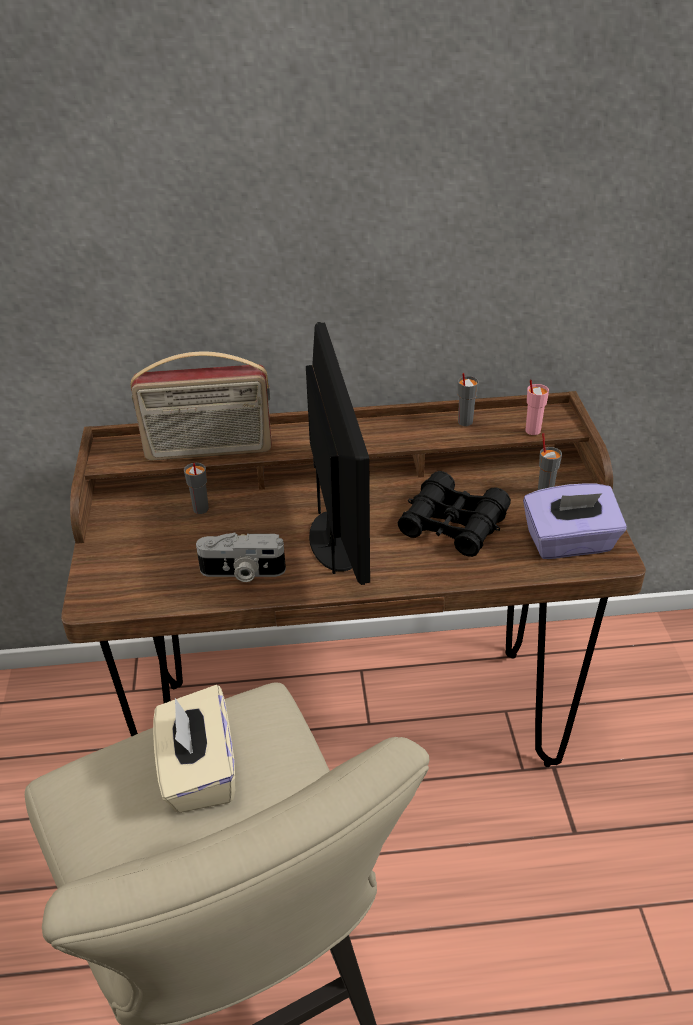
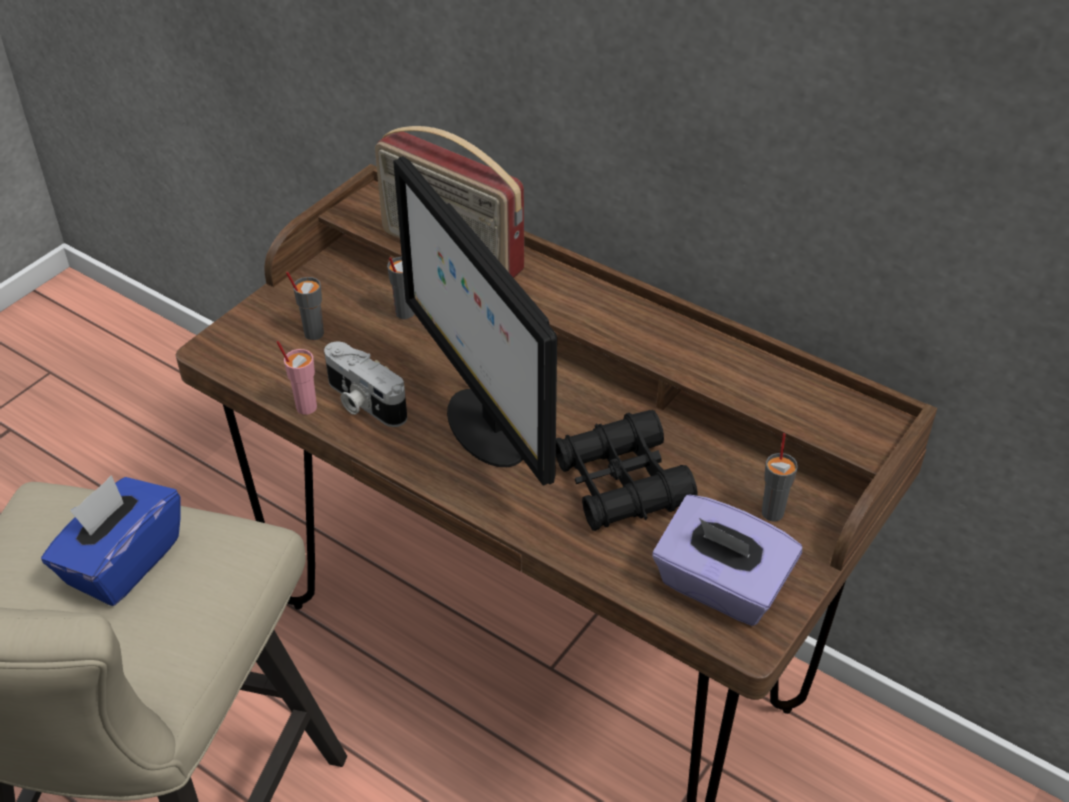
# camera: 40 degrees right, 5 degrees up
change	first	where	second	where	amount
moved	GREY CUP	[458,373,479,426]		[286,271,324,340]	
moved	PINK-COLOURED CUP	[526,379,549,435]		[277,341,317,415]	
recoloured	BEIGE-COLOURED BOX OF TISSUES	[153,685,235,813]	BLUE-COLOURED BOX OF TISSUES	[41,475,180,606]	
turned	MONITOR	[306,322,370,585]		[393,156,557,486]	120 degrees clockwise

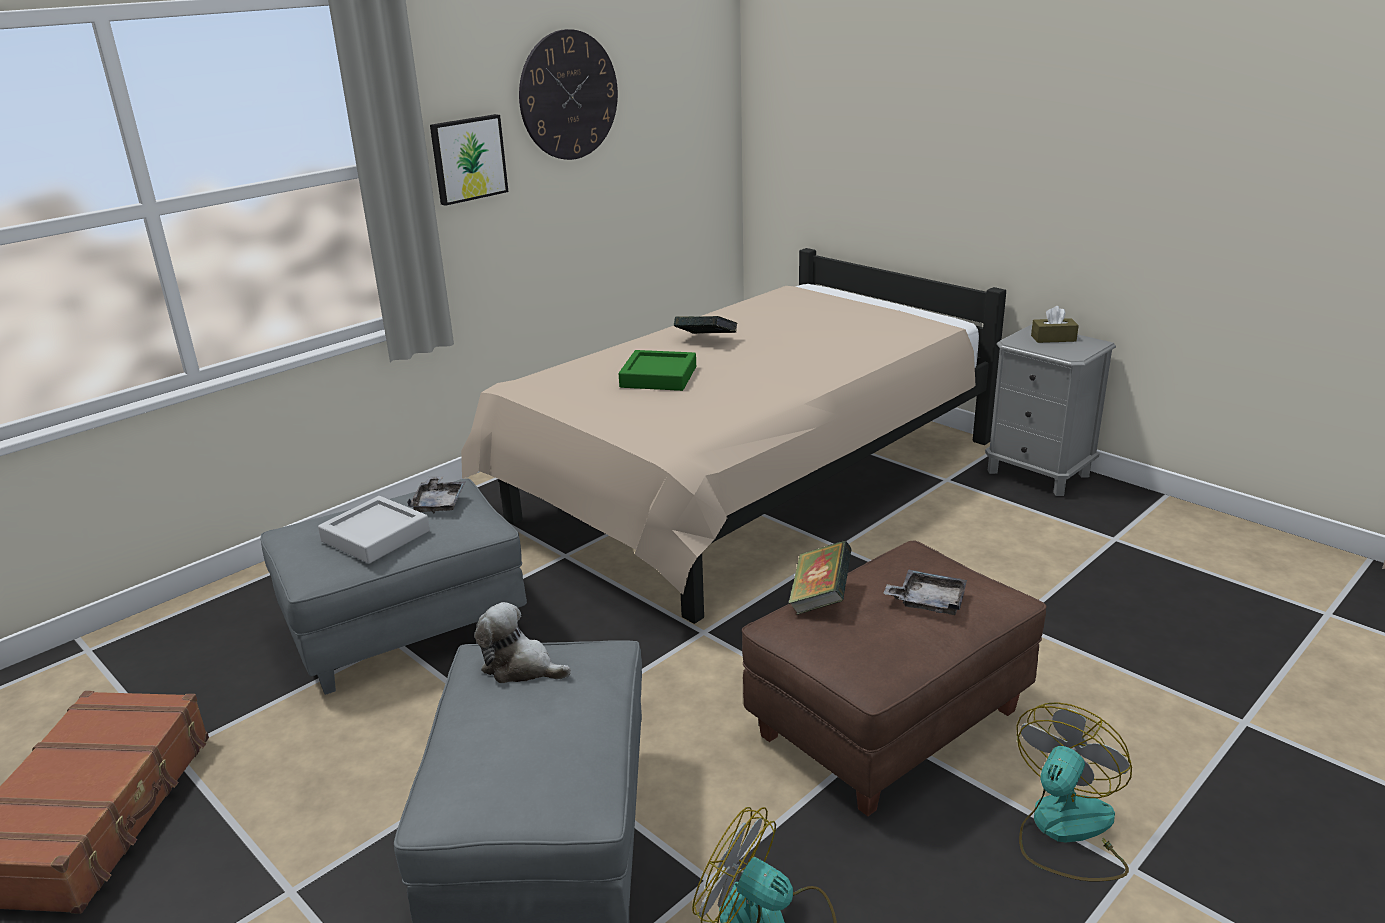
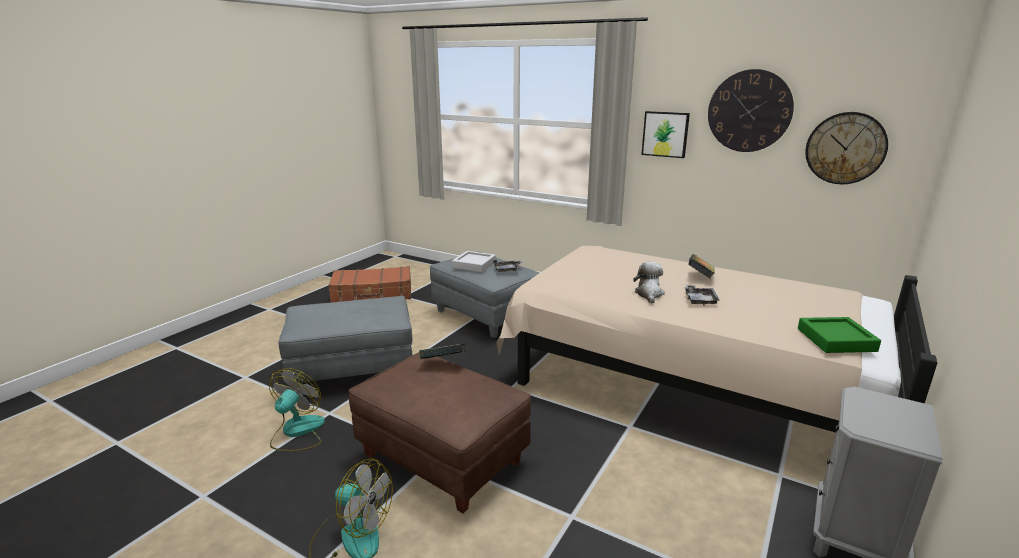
# camera: 75 degrees right, 5 degrees down
change	first	where	second	where	amount
removed	BROWNISH BOX OF TISSUES	[1031,306,1079,343]			
added			CLOCK ON THE WALL	[805,112,888,184]	
moved	SOFT TOY	[474,602,571,683]		[633,262,665,304]	
moved	GREENISH SERVING TRAY	[619,350,696,391]		[798,317,881,353]	
moved	GREY SERVING TRAY	[883,569,967,615]		[684,285,720,305]	

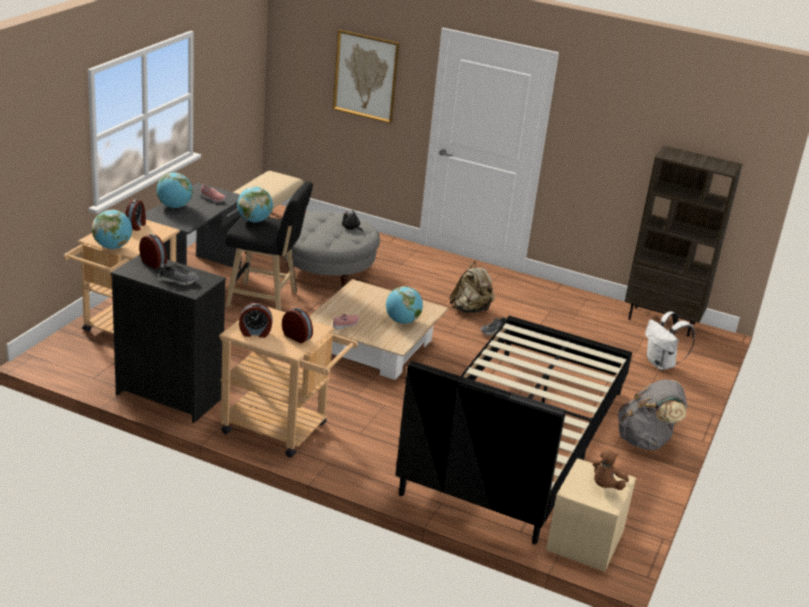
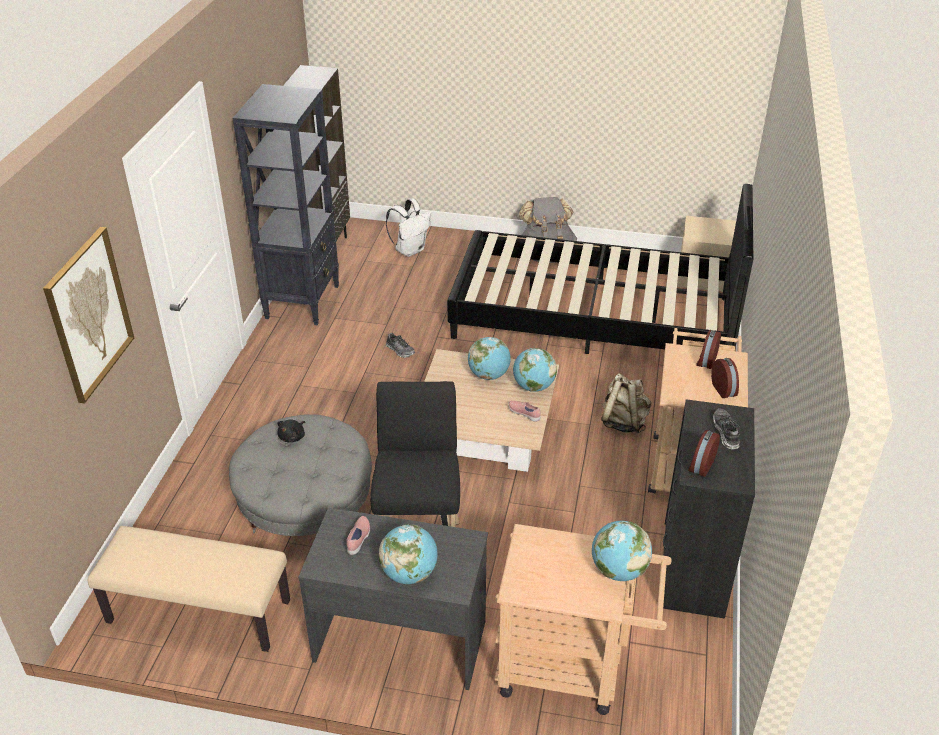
# camera: 100 degrees left, 10 degrees up
change	first	where	second	where	amount
removed	ALARM CLOCK	[125,199,146,231]			
removed	BROWNISH SOFT TOY	[592,450,629,490]			
added			BLACKISH BOOKCASE	[233,84,339,325]	
moved	DESK GLOBE	[237,186,273,223]		[513,348,557,392]	
moved	BEIGE-COLOURED KNAPSACK	[450,262,495,313]		[601,373,651,433]	

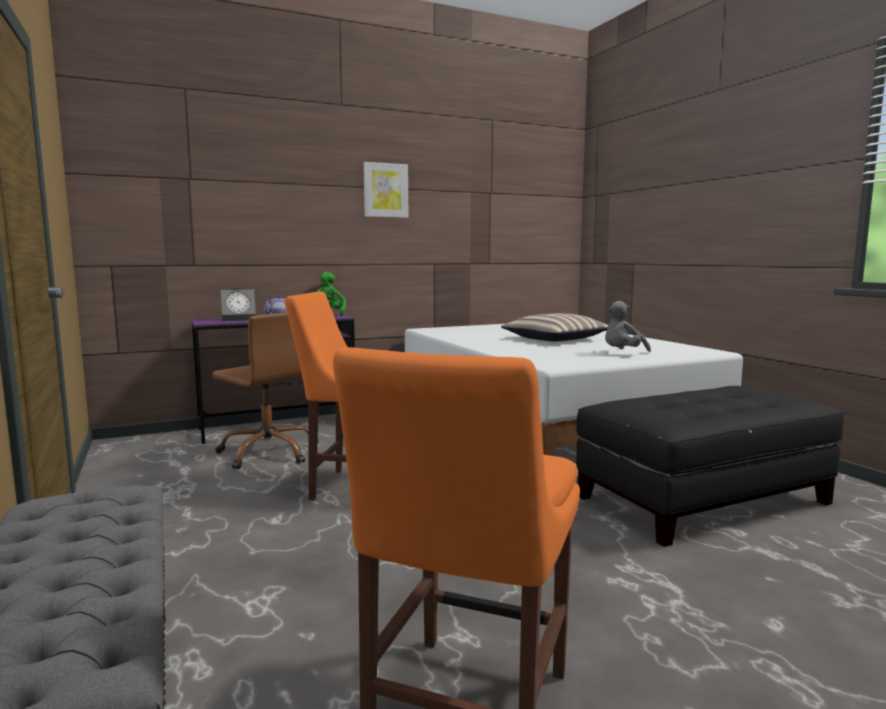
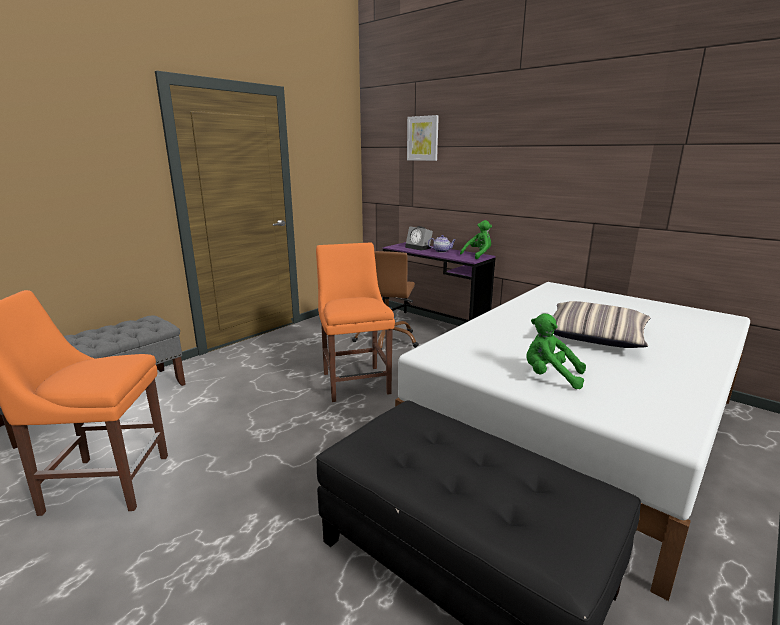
# camera: 65 degrees right, 10 degrees up
change	first	where	second	where	amount
moved	WALL PICTURE	[363,162,408,218]		[407,115,439,161]	
recoloured	GREY SOFT TOY	[605,301,651,352]	GREENISH SOFT TOY	[526,314,586,389]	

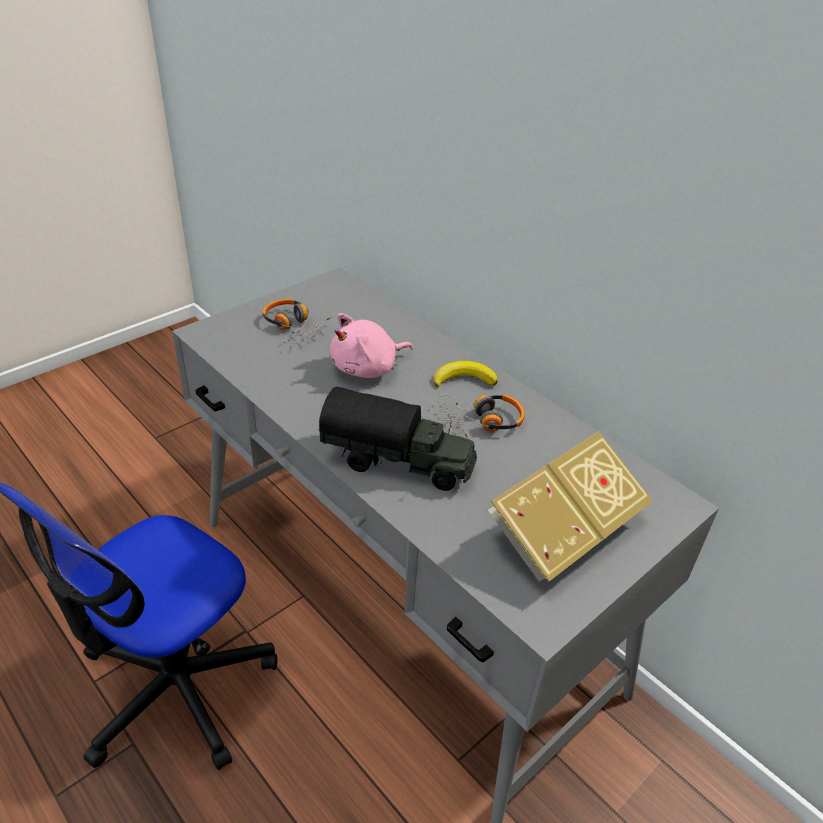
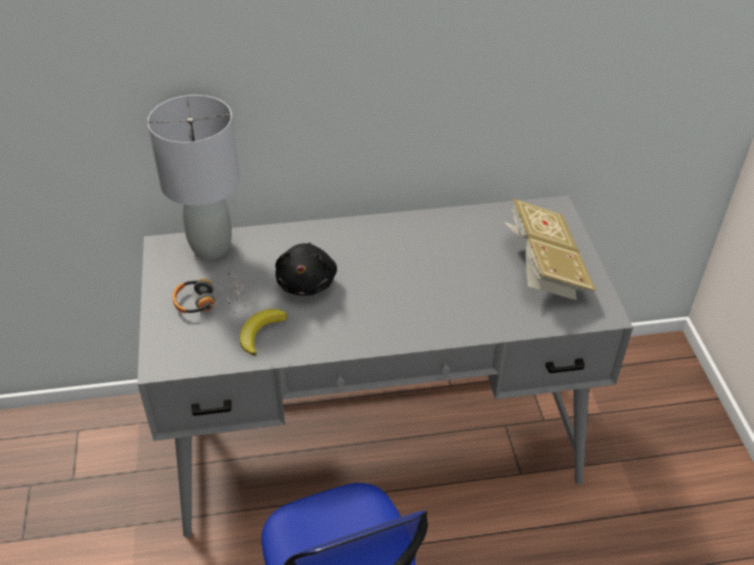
# camera: 55 degrees left, 5 degrees up
change	first	where	second	where	amount
removed	TOY TRUCK	[318,387,477,491]			
removed	HEADSET	[437,395,525,439]			
added			GREY LAMP FOR A TABLE	[147,95,240,259]	
moved	BANANA FRUIT	[434,361,498,388]		[240,309,287,356]	
recoloured	PINK-COLOURED SOFT TOY	[330,313,413,378]	BLACKISH SOFT TOY	[275,243,337,296]	

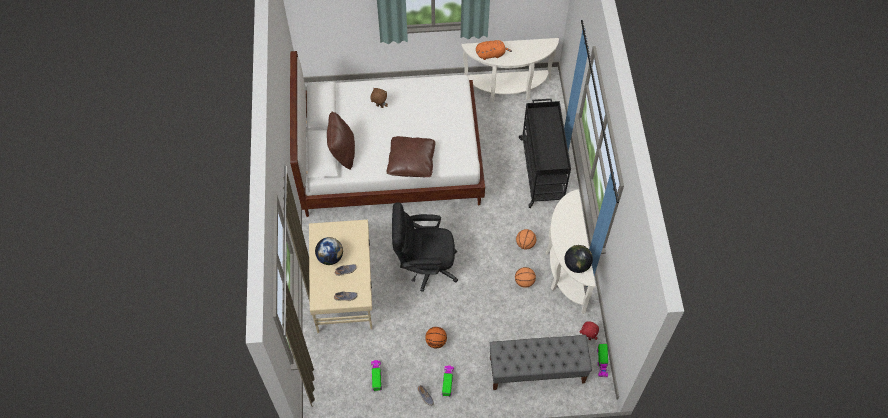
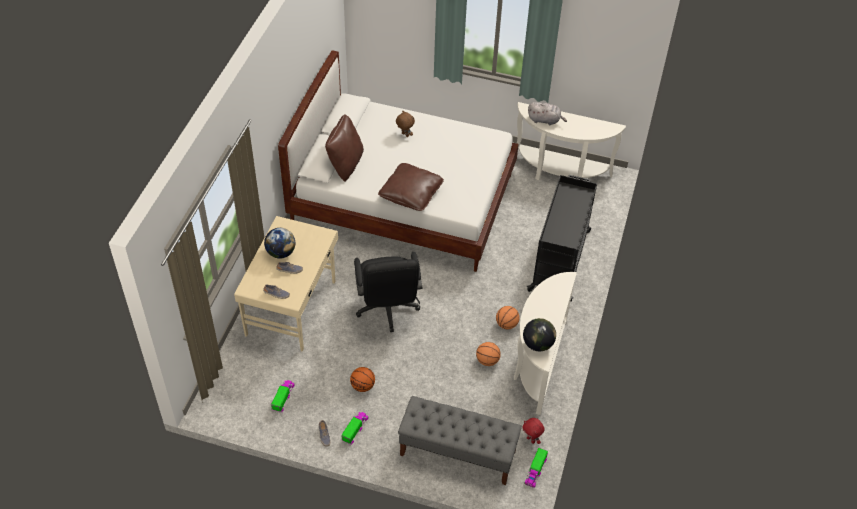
# camera: 20 degrees right, 10 degrees down
change	first	where	second	where	amount
recoloured	ORANGE-COLOURED SOFT TOY	[476,40,512,60]	GREY SOFT TOY	[528,102,567,125]	
turned	BLACKISH COMPUTER CHAIR	[392,202,458,292]		[354,252,422,332]	120 degrees counterclockwise

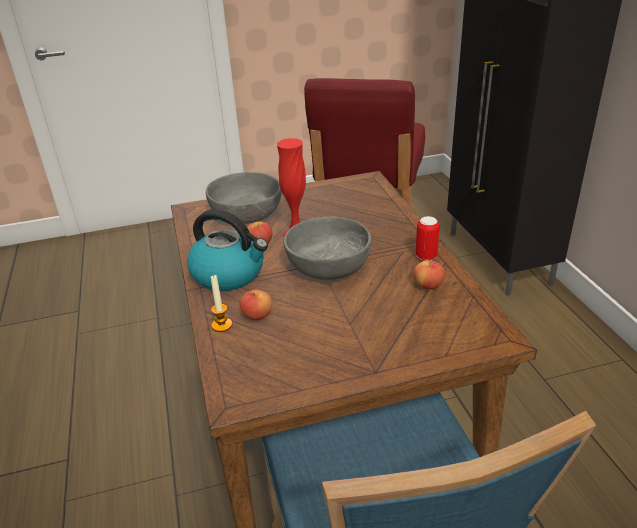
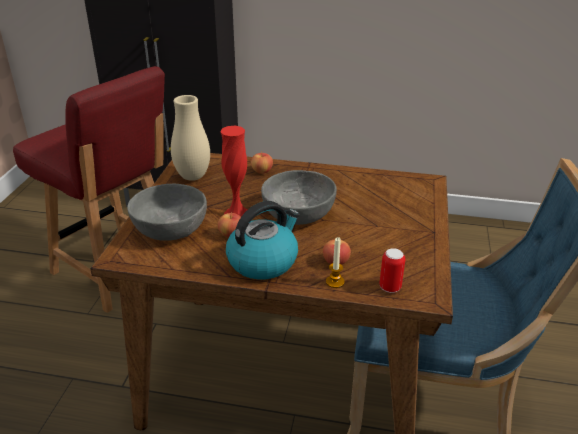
# camera: 65 degrees left, 0 degrees up
change	first	where	second	where	amount
added			BEIGE-COLOURED FLOWER VASE	[171,95,210,181]	
moved	APPLE FRUIT	[414,260,445,289]		[251,151,273,174]	
moved	SEALED CAN	[416,216,440,261]		[379,248,405,293]	

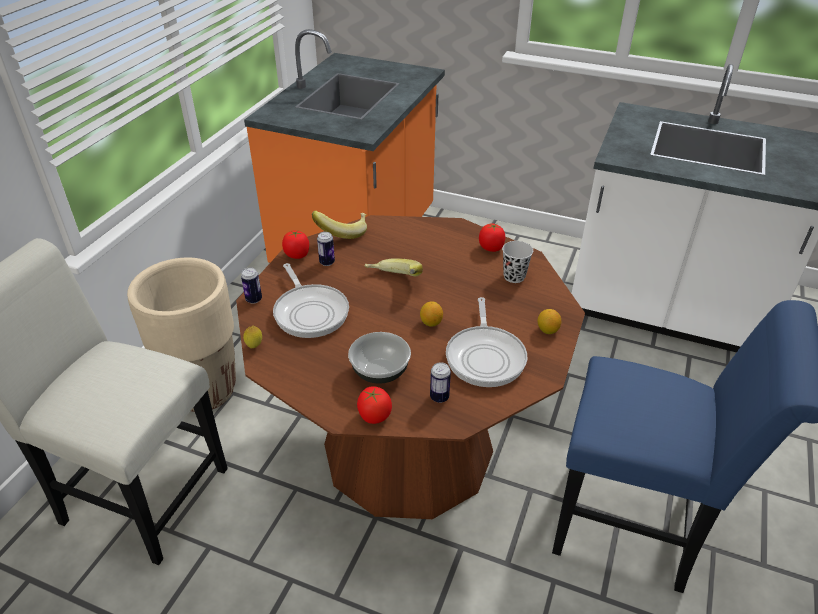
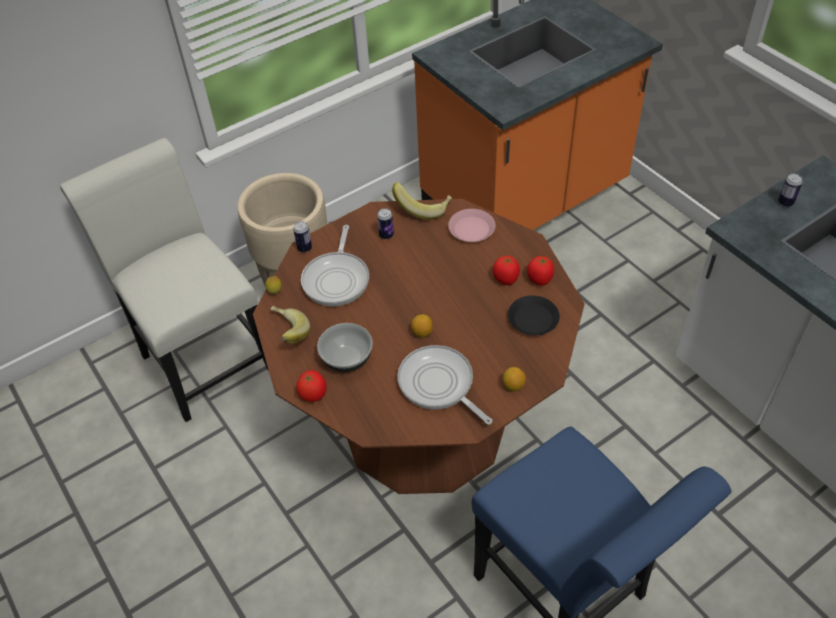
# camera: 35 degrees right, 10 degrees up
change	first	where	second	where	amount
added			PINK-COLOURED PLATE	[448,209,495,242]	
moved	TOMATO	[282,229,309,259]		[493,256,520,285]	
moved	BANANA FRUIT	[365,258,423,276]		[271,306,310,343]	
moved	SEALED CAN	[430,362,451,403]		[778,174,802,207]	
replaced	BLACKISH CUP	[502,241,533,283]	BLACKISH PLATE	[508,296,560,335]	
turned	FRYING PAN	[446,297,527,387]		[397,345,493,425]	105 degrees clockwise

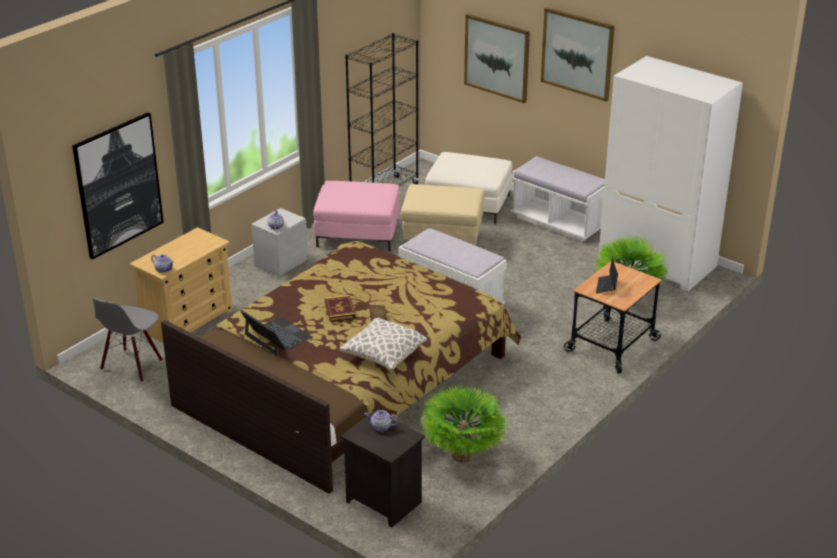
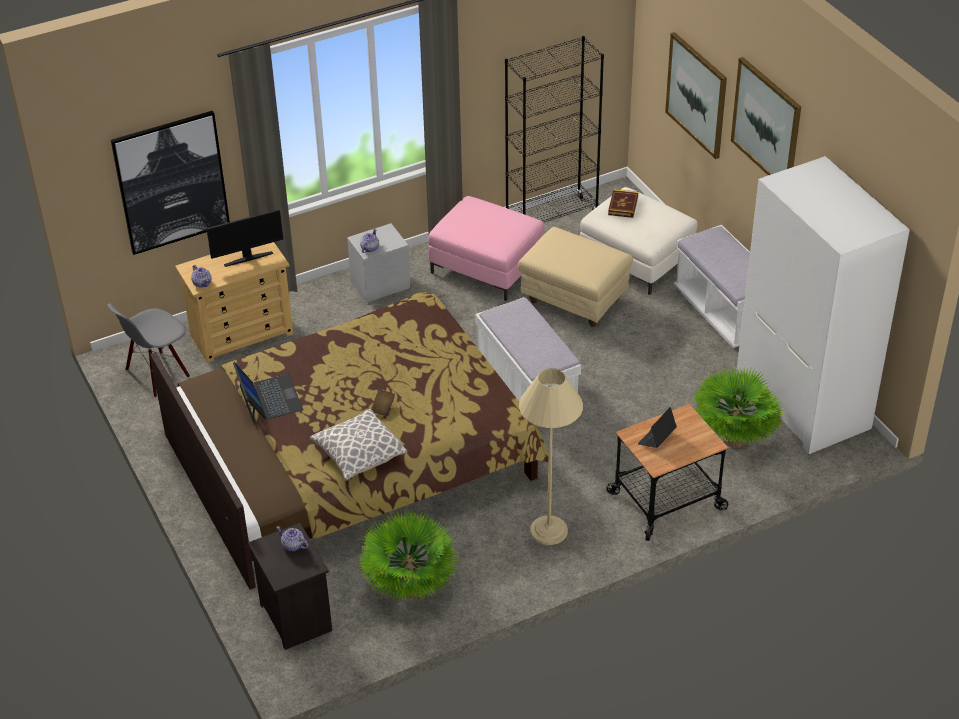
# camera: 25 degrees right, 10 degrees up
change	first	where	second	where	amount
added			MONITOR	[207,209,283,267]	
added			BEIGE-COLOURED FLOOR LAMP	[519,368,583,545]	
moved	BOOK	[324,295,356,322]		[608,189,638,218]	

